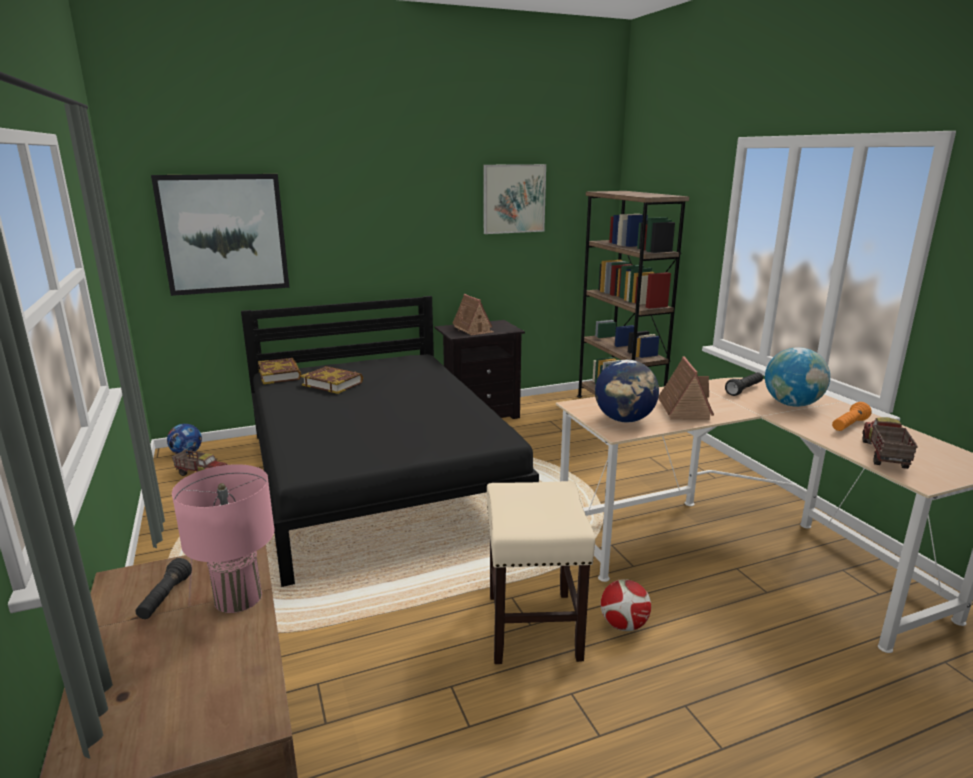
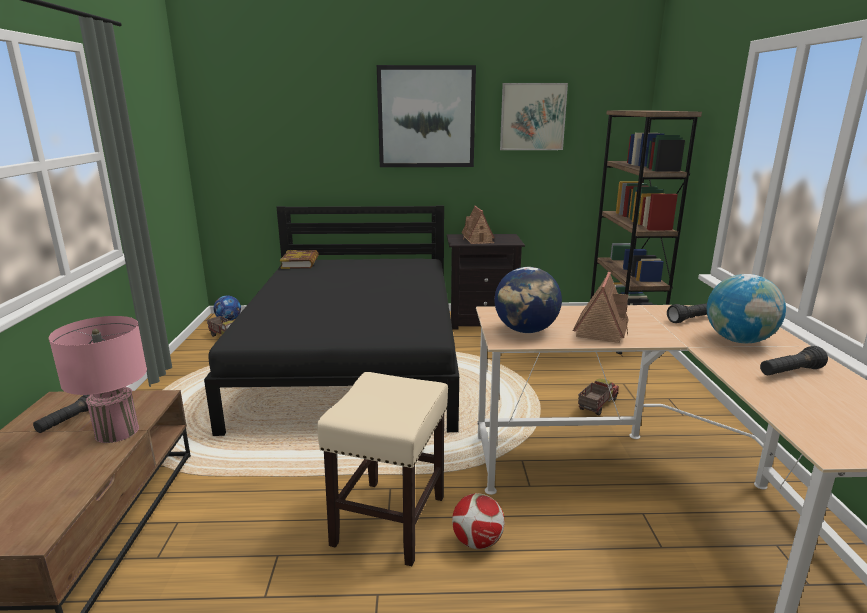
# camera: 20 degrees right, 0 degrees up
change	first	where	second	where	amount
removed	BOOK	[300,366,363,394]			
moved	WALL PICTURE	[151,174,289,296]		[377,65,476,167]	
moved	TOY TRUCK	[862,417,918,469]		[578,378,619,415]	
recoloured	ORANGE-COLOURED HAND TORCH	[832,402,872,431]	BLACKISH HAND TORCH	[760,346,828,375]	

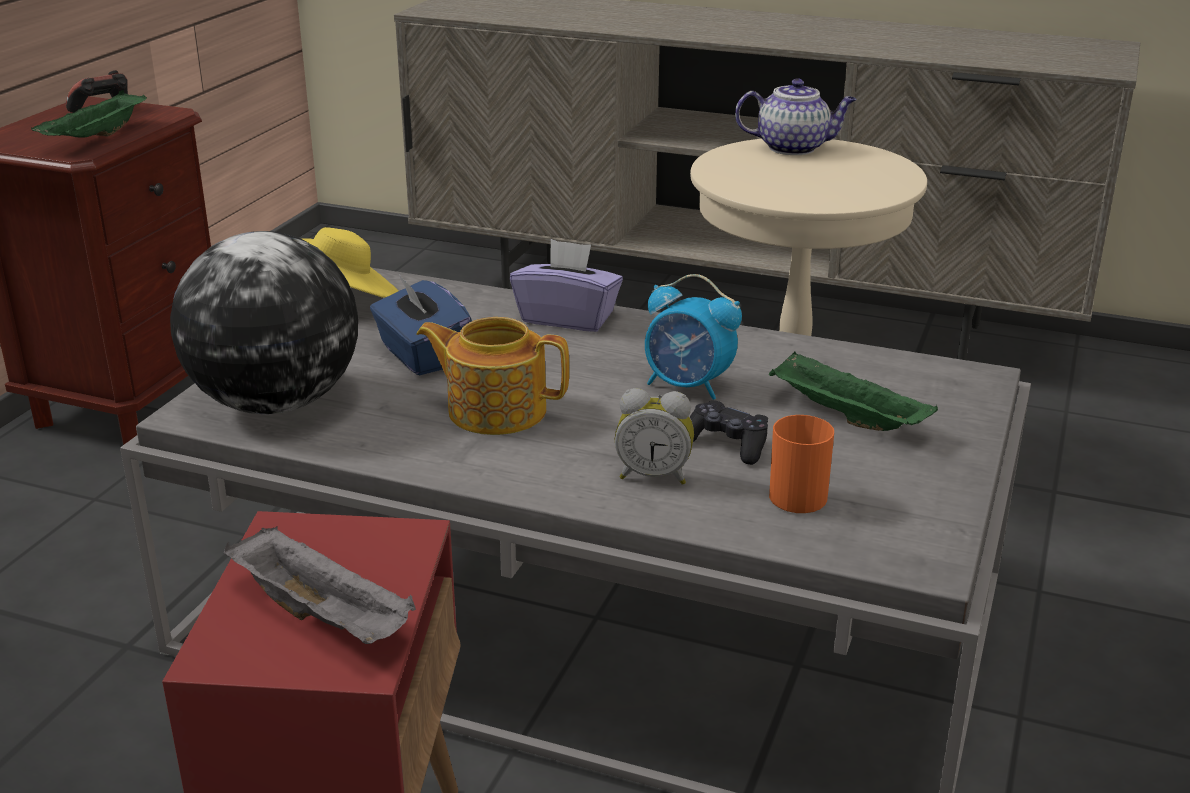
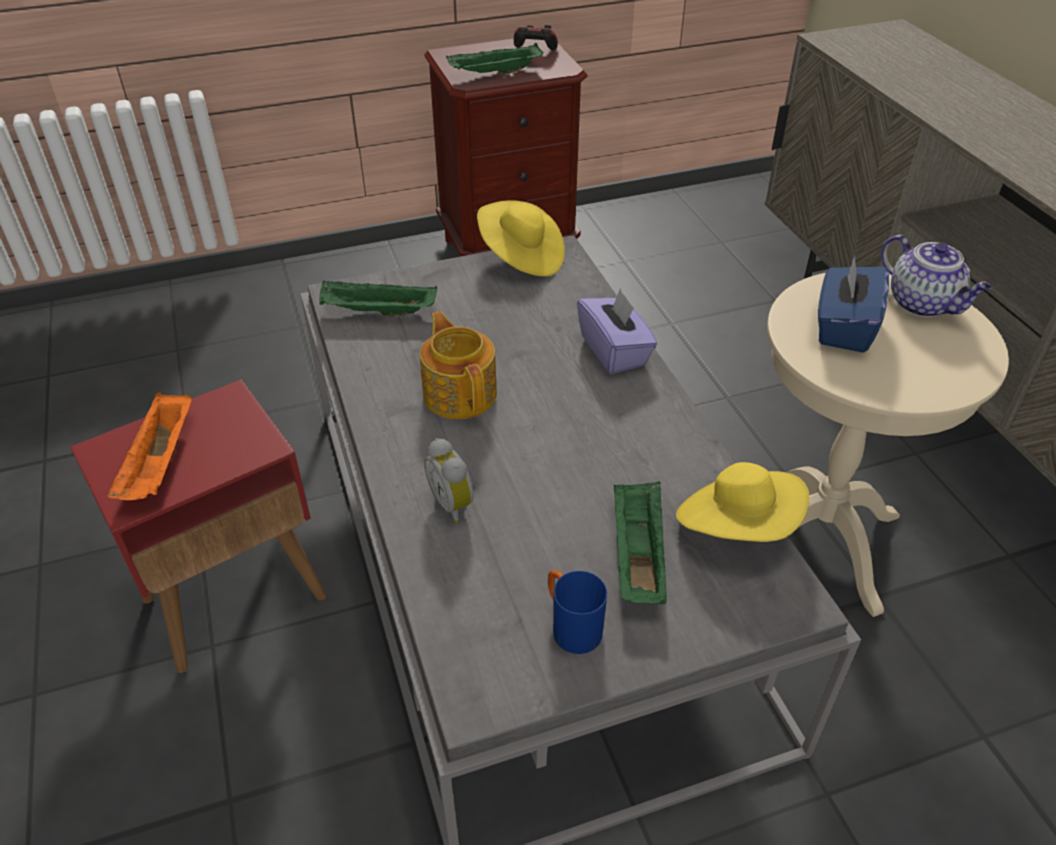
# camera: 50 degrees right, 15 degrees up
change	first	where	second	where	amount
removed	ALARM CLOCK	[645,274,742,400]			
removed	BLACKISH GAME CONTROLLER	[690,400,768,465]			
removed	ORANGE-COLOURED COFFEE MUG	[769,415,834,513]			
added			BLUE-COLOURED COFFEE MUG	[548,570,607,654]	
added			YELLOW HAT	[676,462,810,542]	
moved	BLUE-COLOURED BOX OF TISSUES	[370,273,472,375]		[818,255,889,353]	
replaced	DESK GLOBE	[170,231,358,414]	GREENISH SERVING TRAY	[319,280,437,317]	
recoloured	GREY SERVING TRAY	[224,526,416,644]	ORANGE-COLOURED SERVING TRAY	[107,392,192,500]	

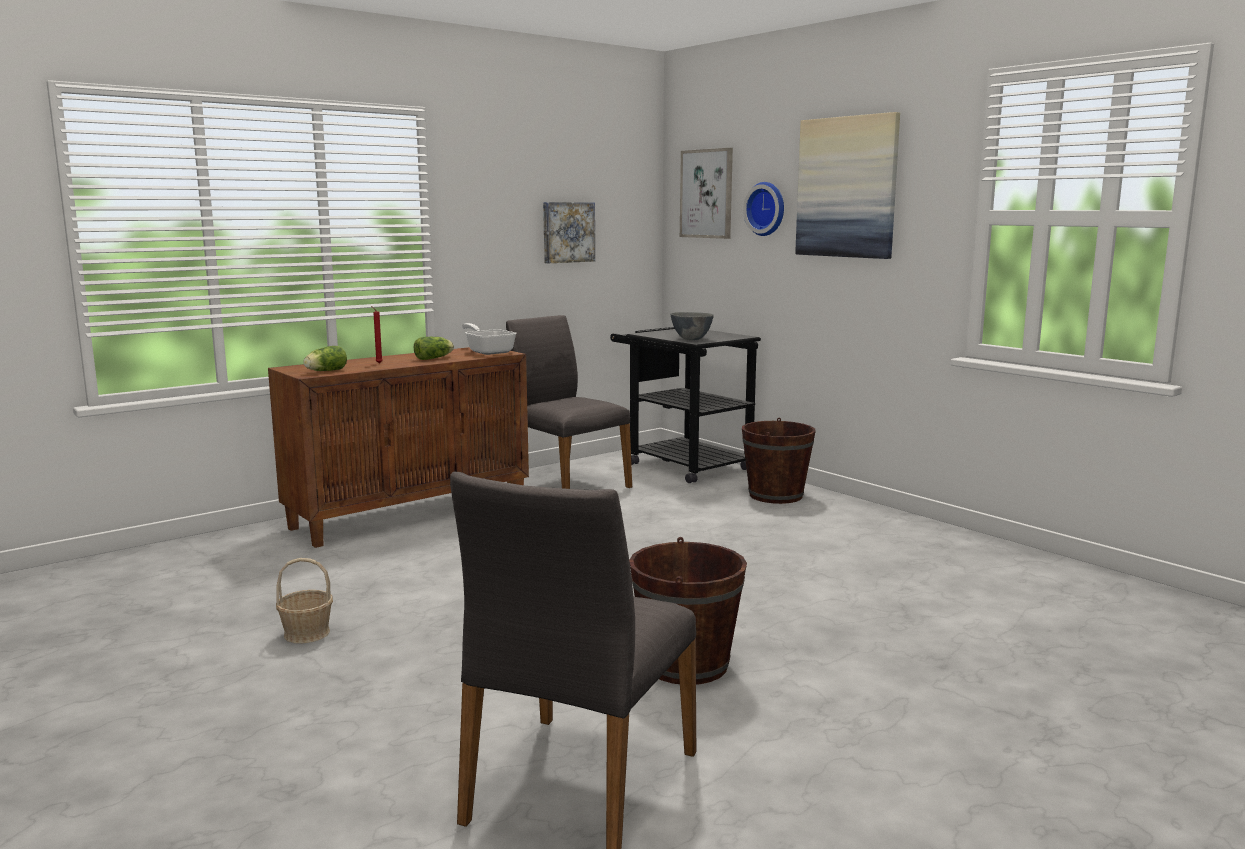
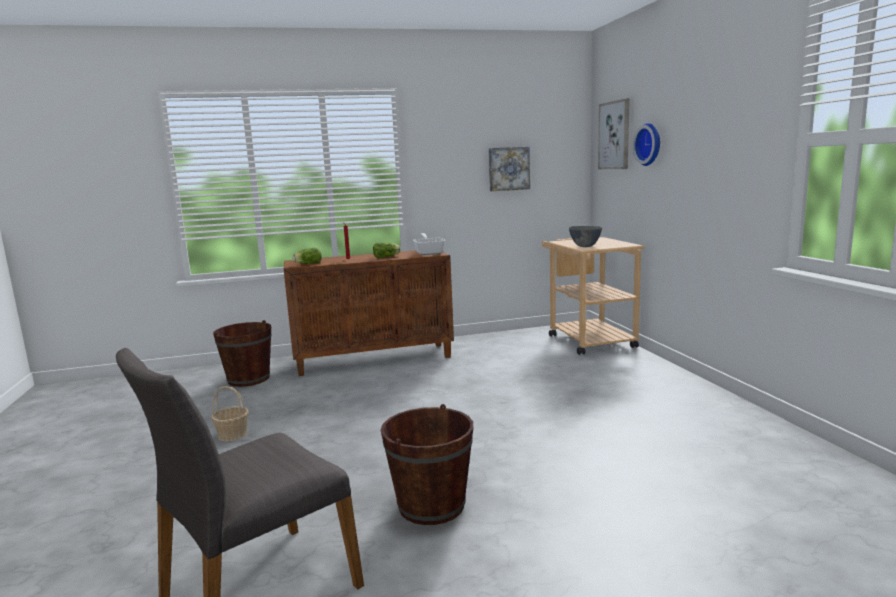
# camera: 25 degrees right, 0 degrees up
change	first	where	second	where	amount
removed	GREY UPRIGHT CHAIR	[506,315,632,489]			
removed	WALL PICTURE	[795,112,900,259]			
moved	BROWNISH WATER BUCKET	[742,418,815,504]		[213,320,271,387]	
recoloured	BLACKISH WHEELED CART	[610,327,761,483]	BEIGE-COLOURED WHEELED CART	[542,237,644,355]	

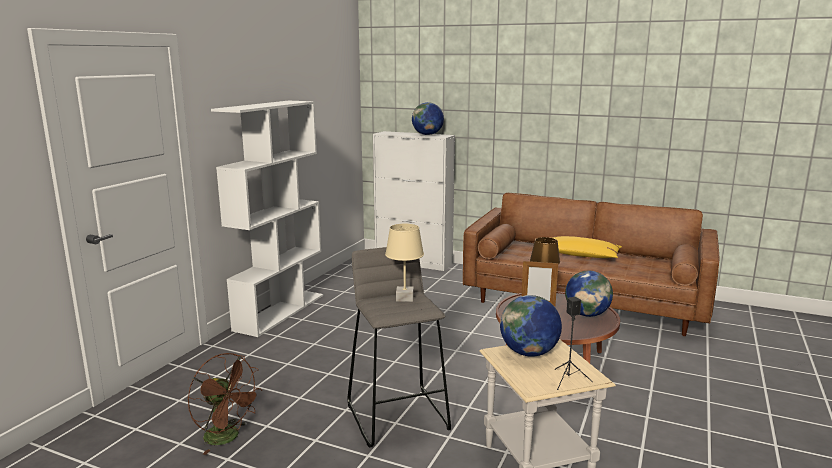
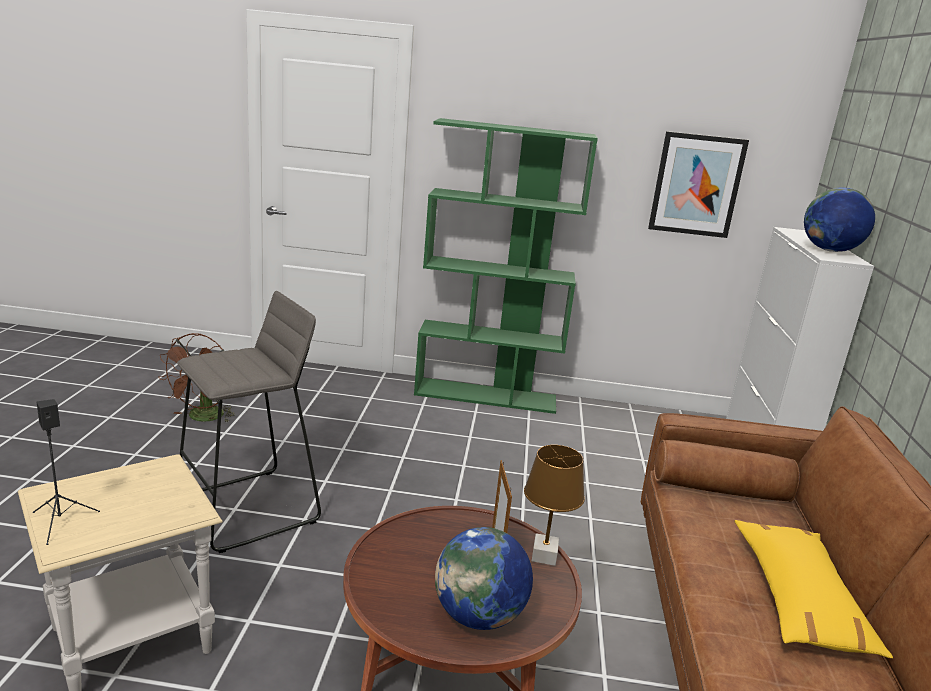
# camera: 70 degrees right, 5 degrees up
change	first	where	second	where	amount
removed	BEIGE-COLOURED LAMP FOR A TABLE	[385,224,424,302]			
removed	DESK GLOBE	[500,295,562,357]			
added			WALL PICTURE	[648,131,749,238]	
recoloured	WHITE BOOKCASE	[211,101,323,337]	GREENISH BOOKCASE	[414,118,598,414]	

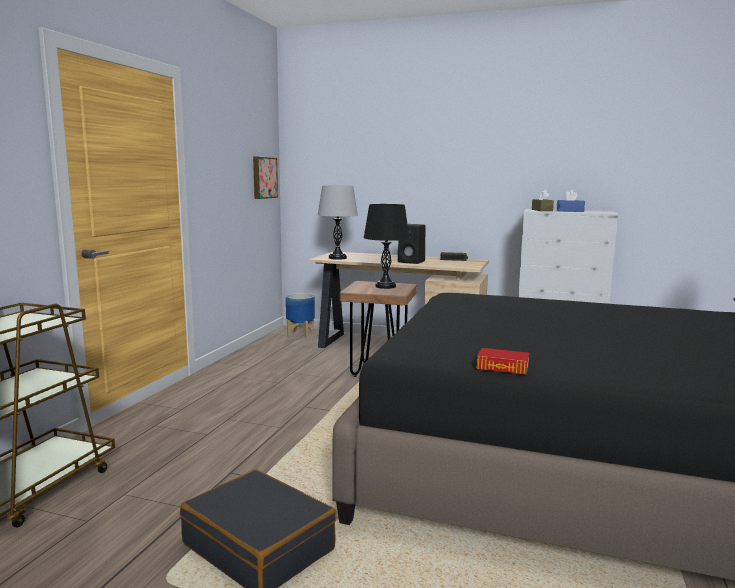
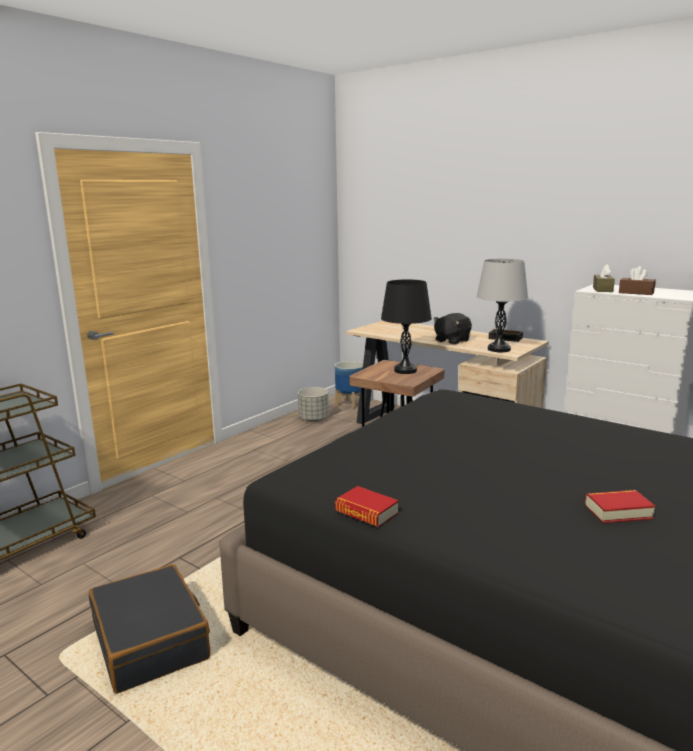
# camera: 20 degrees right, 5 degrees up
change	first	where	second	where	amount
removed	WALL PICTURE	[253,157,278,199]			
added			GREY FLOWER POT	[298,387,329,422]	
added			BOOK	[585,490,656,523]	
moved	GREY LAMP FOR A TABLE	[318,186,358,260]		[476,259,528,352]	
replaced	BLACKISH LOUDSPEAKER	[398,224,425,264]	BLACKISH SOFT TOY	[434,313,472,345]	
recoloured	BLUE-COLOURED BOX OF TISSUES	[557,190,585,212]	BROWNISH BOX OF TISSUES	[619,266,656,295]	

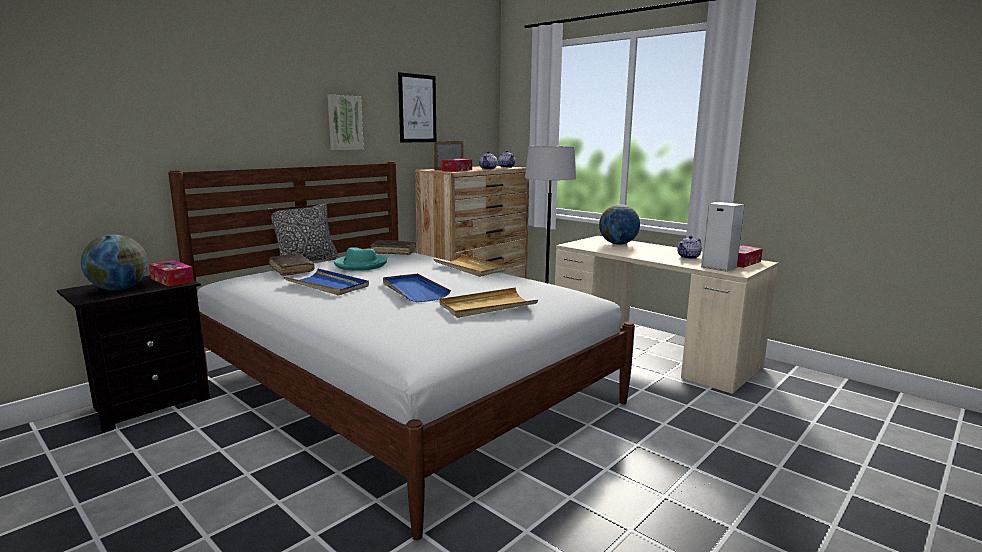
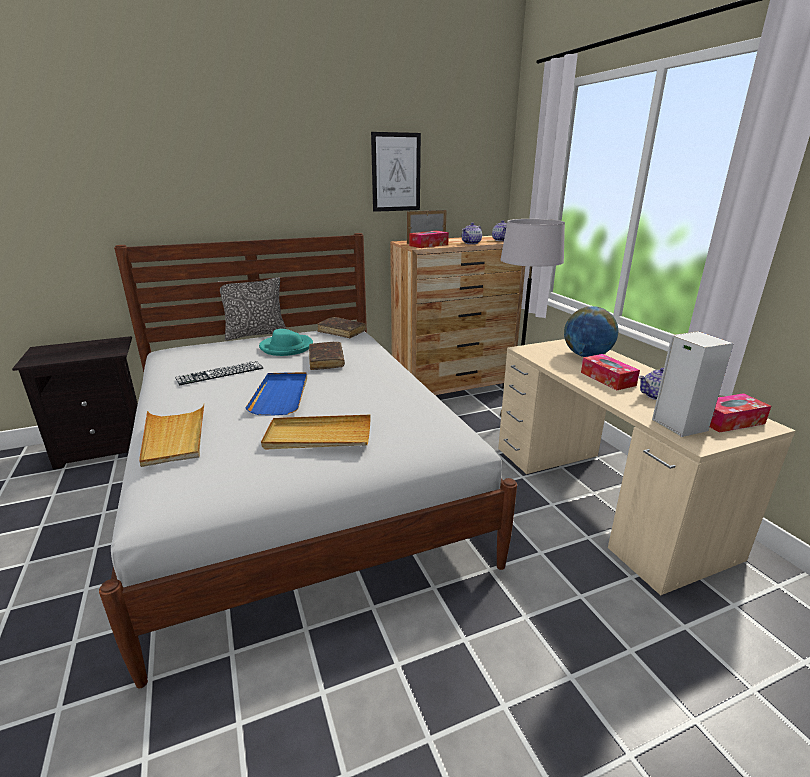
# camera: 25 degrees right, 10 degrees up
change	first	where	second	where	amount
removed	DESK GLOBE	[81,234,148,290]			
removed	WALL PICTURE	[327,95,364,150]			
moved	BOX OF TISSUES	[149,260,194,287]		[581,354,640,390]	
moved	BROWNISH BOOK	[269,254,315,276]		[309,342,345,370]	
moved	BEIGE-COLOURED SERVING TRAY	[434,254,506,277]		[139,403,205,467]	
replaced	BLUE-COLOURED SERVING TRAY	[284,268,369,296]	PC KEYBOARD	[175,361,263,385]	

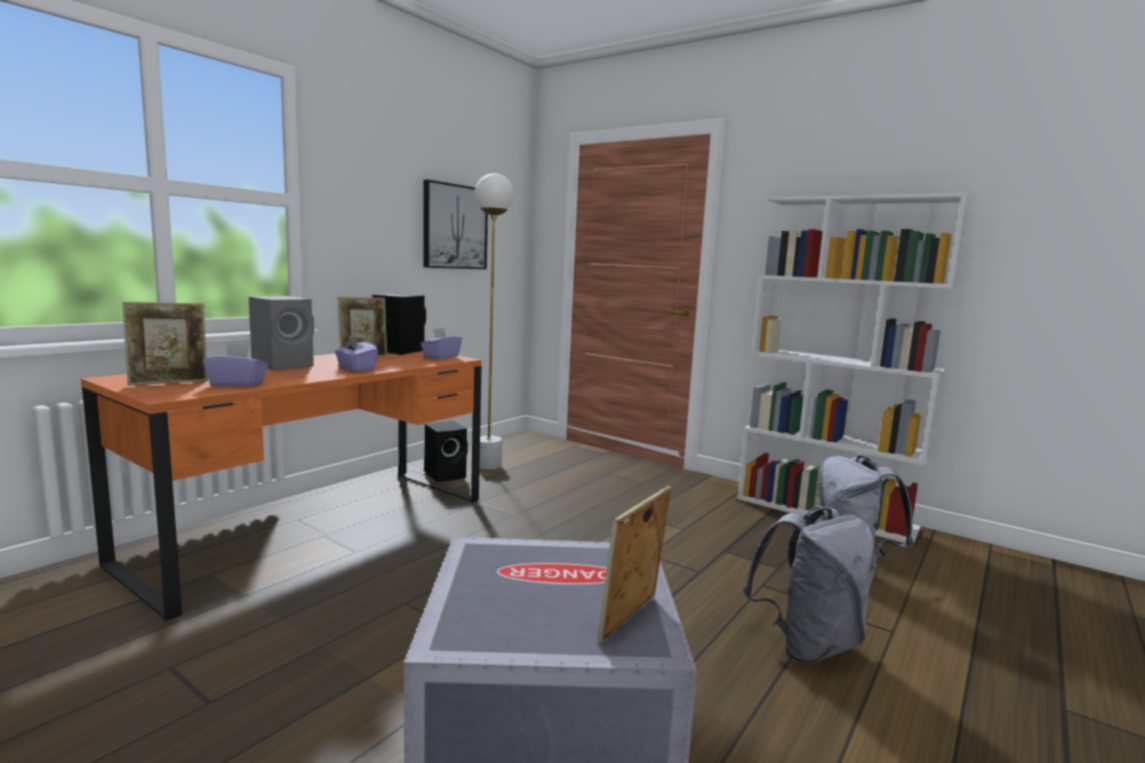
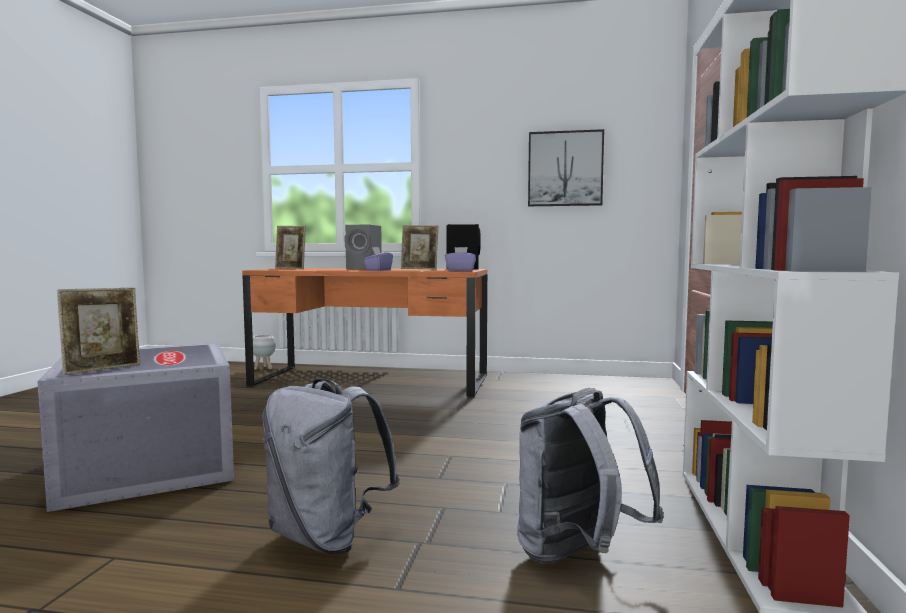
# camera: 65 degrees right, 5 degrees down
change	first	where	second	where	amount
removed	PURPLISH BOX OF TISSUES	[203,344,268,387]			
removed	BLACKISH LOUDSPEAKER	[425,421,468,482]			
removed	WHITE FLOOR LAMP	[475,173,514,470]			
added			WHITE FLOWER POT	[253,335,276,370]	
turned	STANDING FRAME	[597,486,671,643]		[57,288,140,375]	120 degrees clockwise

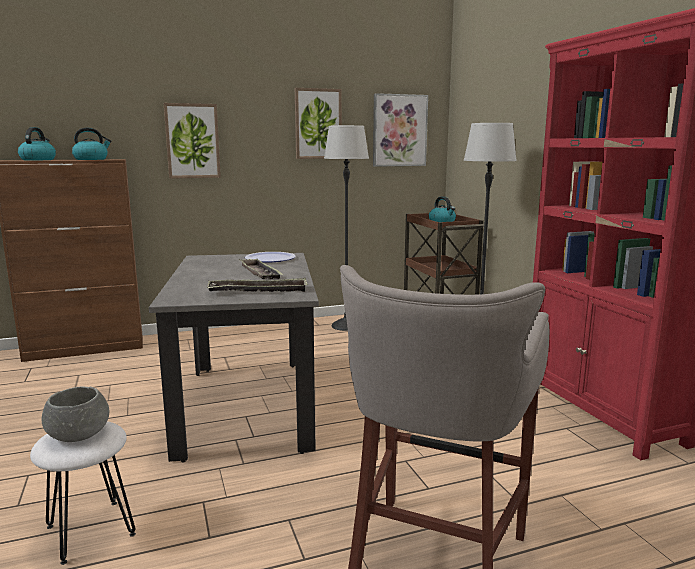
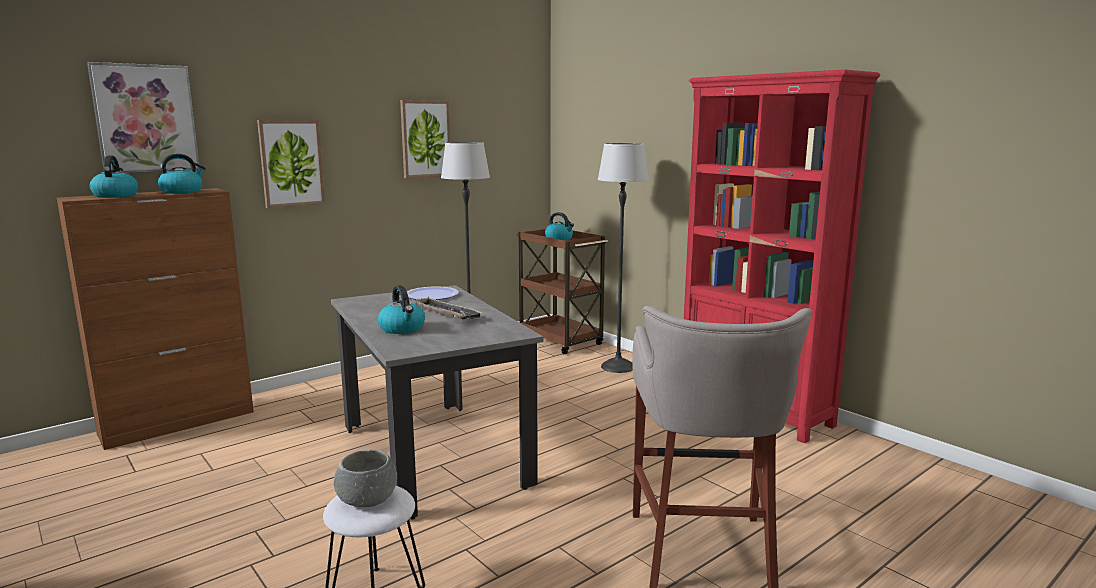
# camera: 20 degrees left, 0 degrees up
change	first	where	second	where	amount
removed	SERVING TRAY	[207,278,308,292]			
added			TEA KETTLE	[378,285,425,334]	
moved	WALL PICTURE	[373,93,428,167]		[87,62,199,173]	

